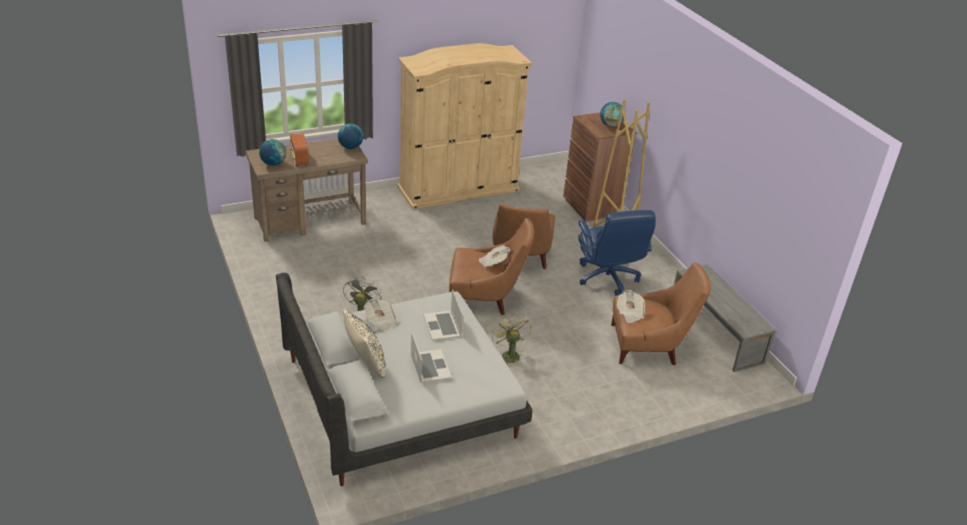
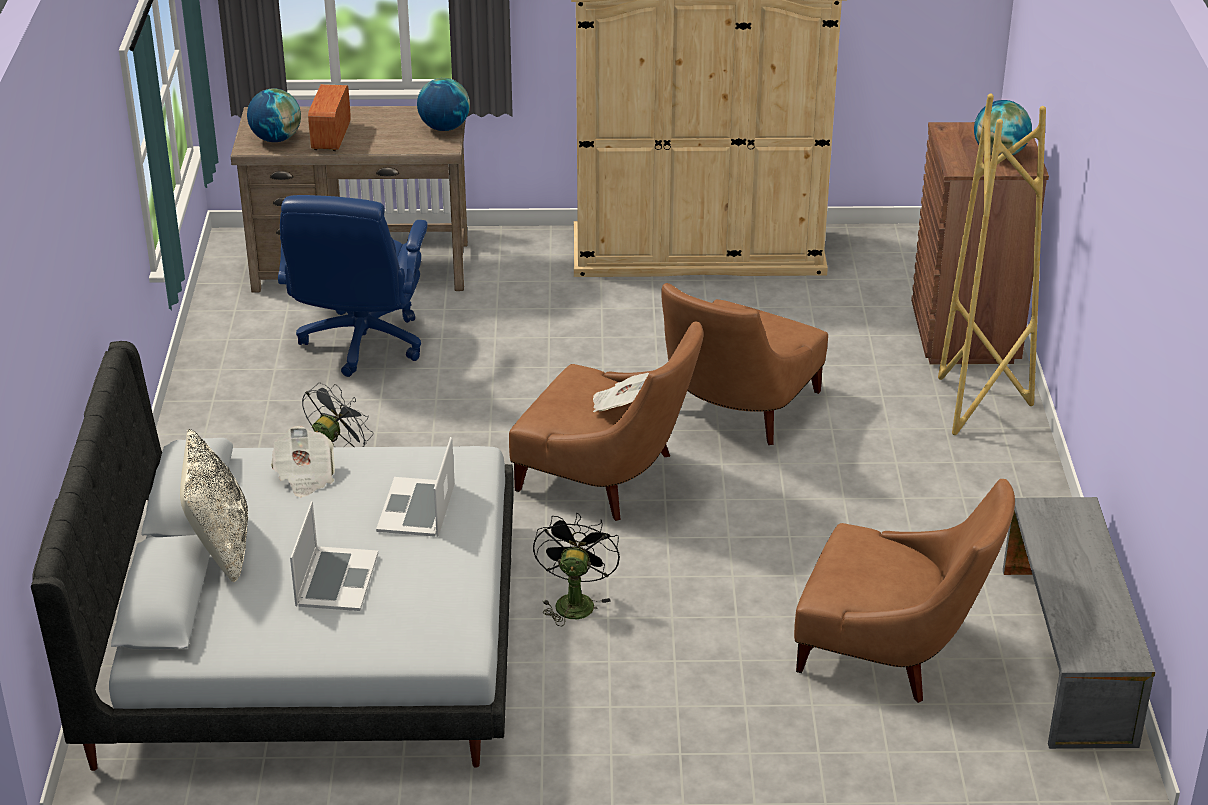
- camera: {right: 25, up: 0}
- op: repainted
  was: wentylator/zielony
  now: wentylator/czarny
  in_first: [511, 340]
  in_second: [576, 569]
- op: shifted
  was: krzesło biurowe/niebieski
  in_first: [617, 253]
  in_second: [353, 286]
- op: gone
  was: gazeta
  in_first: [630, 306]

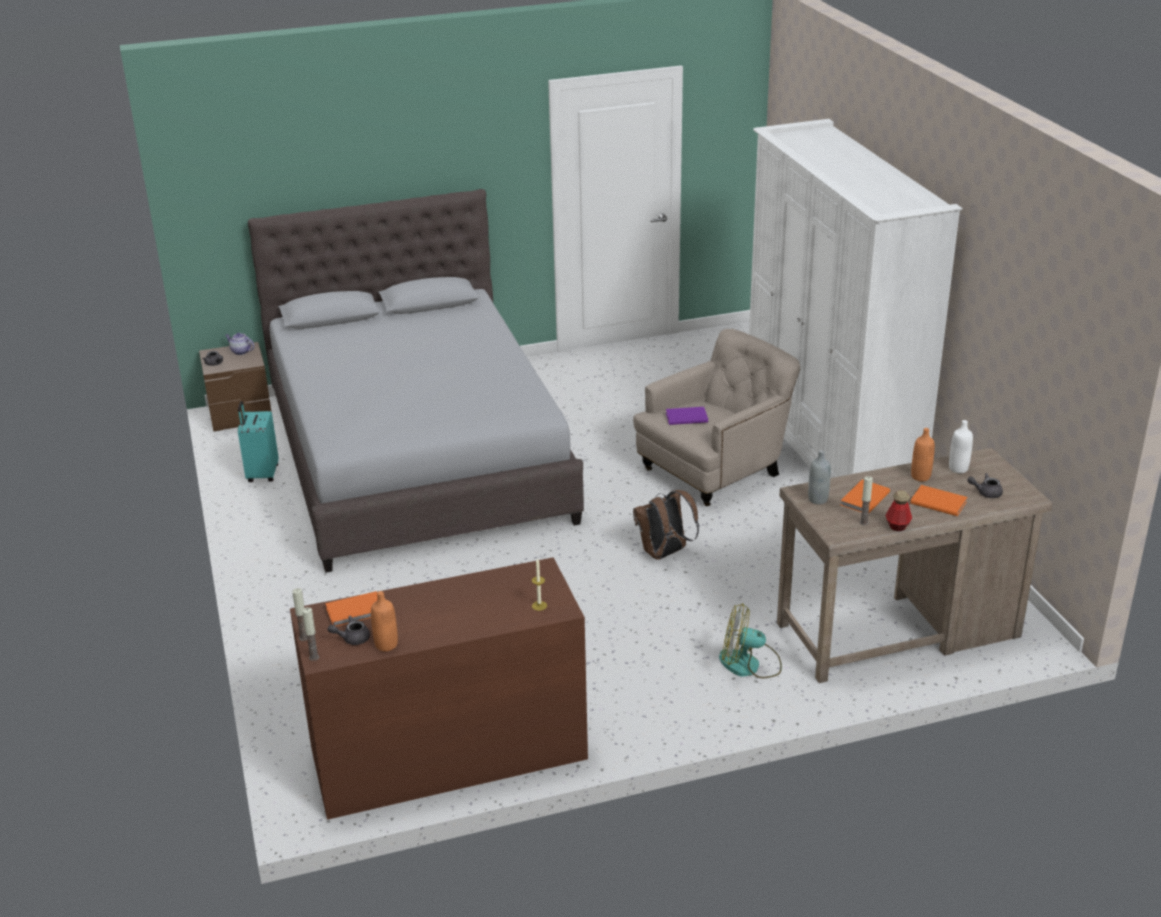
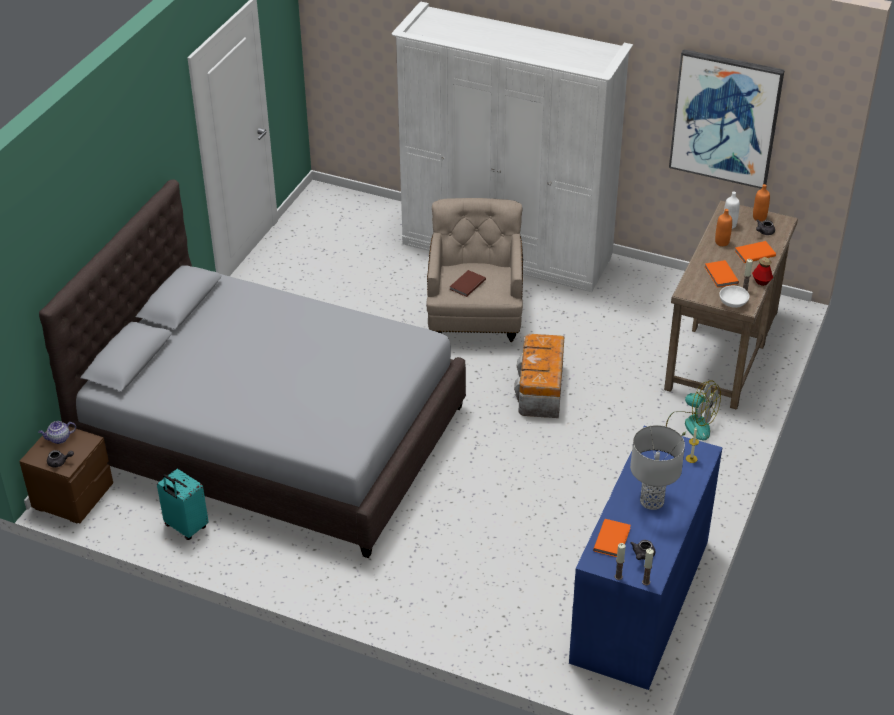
- camera: {right: -50, up: 10}
- op: repainted
  was: komoda/brązowy
  now: komoda/niebieski
  in_first: [439, 688]
  in_second: [646, 558]
- op: shifted
  was: butelka/pomarańczowy
  in_first: [384, 621]
  in_second: [761, 202]
- op: swapped
  was: plecak/brązowy
  now: pojemnik do przechowywania
  in_first: [666, 525]
  in_second: [539, 376]
- op: repainted
  was: książka/fioletowy
  now: książka/brązowy
  in_first: [687, 416]
  in_second: [468, 283]
- op: rotated
  was: wentylator
  in_first: [750, 640]
  in_second: [693, 410]
  clockwise: -105
- op: gone
  was: butelka/szary
  in_first: [819, 477]
- op: new
  now: lampa stołowa/biały
  in_second: [657, 467]
- op: new
  now: obraz
  in_second: [727, 119]
- op: new
  now: miska/biały
  in_second: [734, 297]

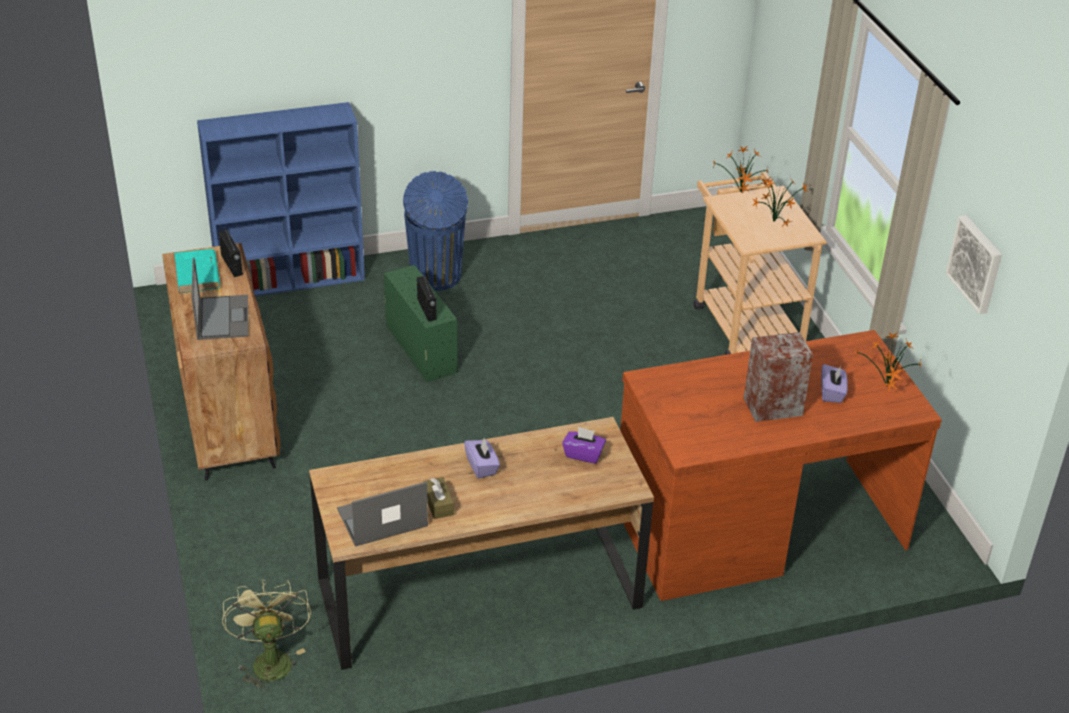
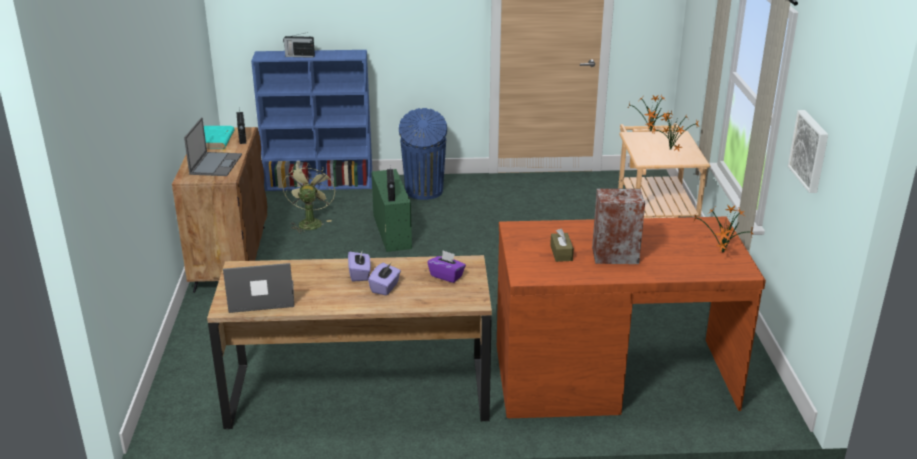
- camera: {right: 15, up: -10}
- op: shifted
  was: wentylator/zielony
  in_first: [266, 636]
  in_second: [309, 199]
- op: shifted
  was: pudełko chusteczek/brązowy
  in_first: [438, 498]
  in_second: [562, 245]
- op: shifted
  was: pudełko chusteczek/fioletowy
  in_first: [834, 383]
  in_second: [384, 279]
- op: new
  now: radio
  in_second: [299, 45]

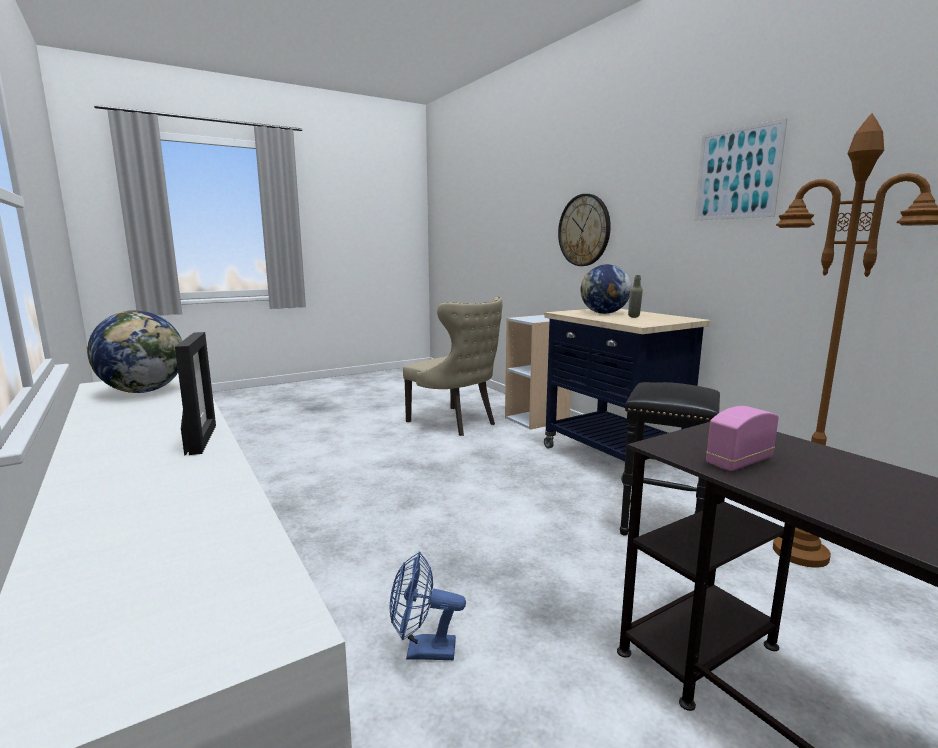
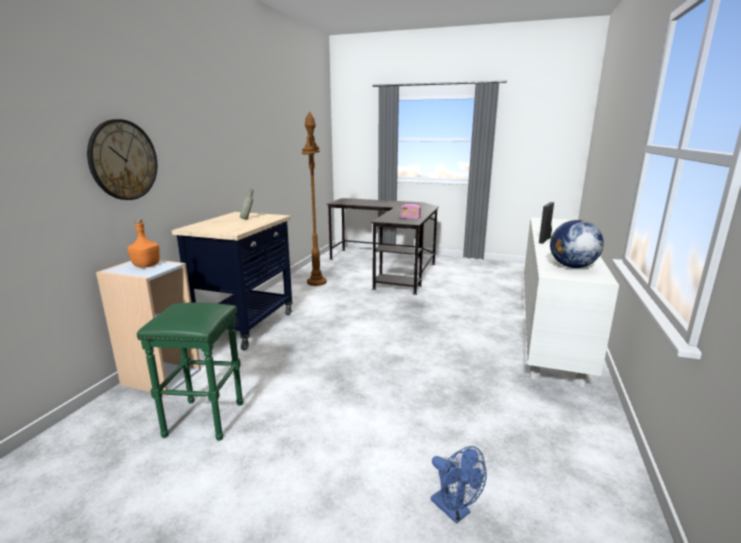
- camera: {right: -130, up: 5}
- op: shifted
  was: wentylator/niebieski
  in_first: [428, 605]
  in_second: [459, 485]
- op: swapped
  was: krzesło/beżowy
  now: stołek/zielony
  in_first: [452, 366]
  in_second: [190, 371]
- op: gone
  was: globus
  in_first: [605, 289]
- op: gone
  was: stołek/czarny
  in_first: [670, 459]
- op: gone
  was: obraz
  in_first: [741, 169]
- op: new
  now: butelka/pomarańczowy
  in_second: [143, 243]

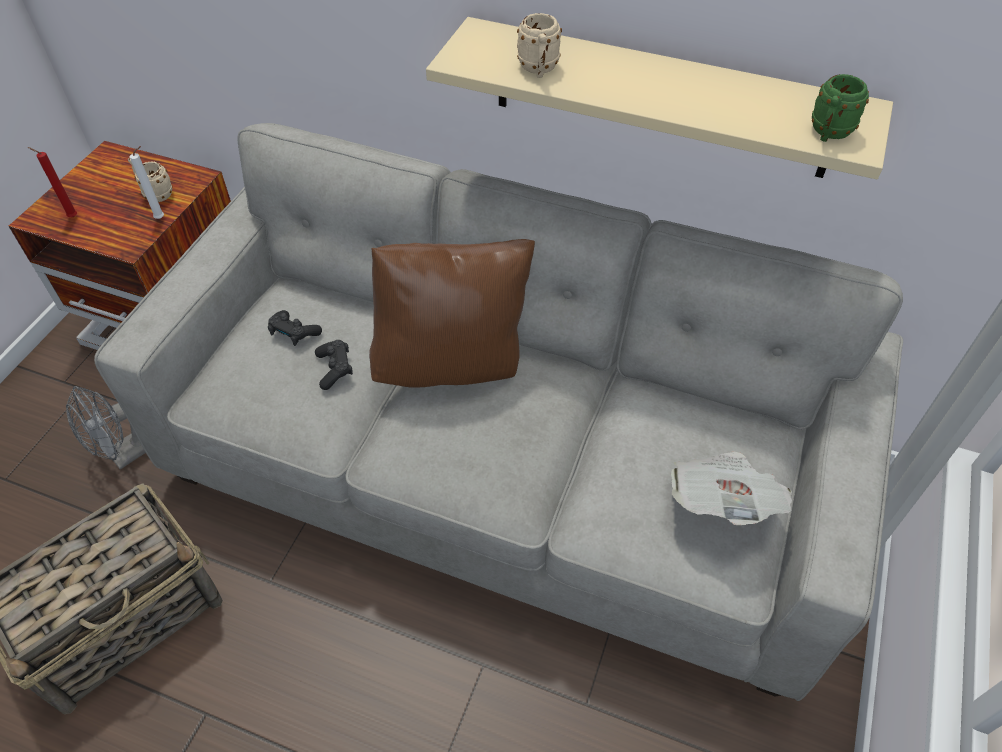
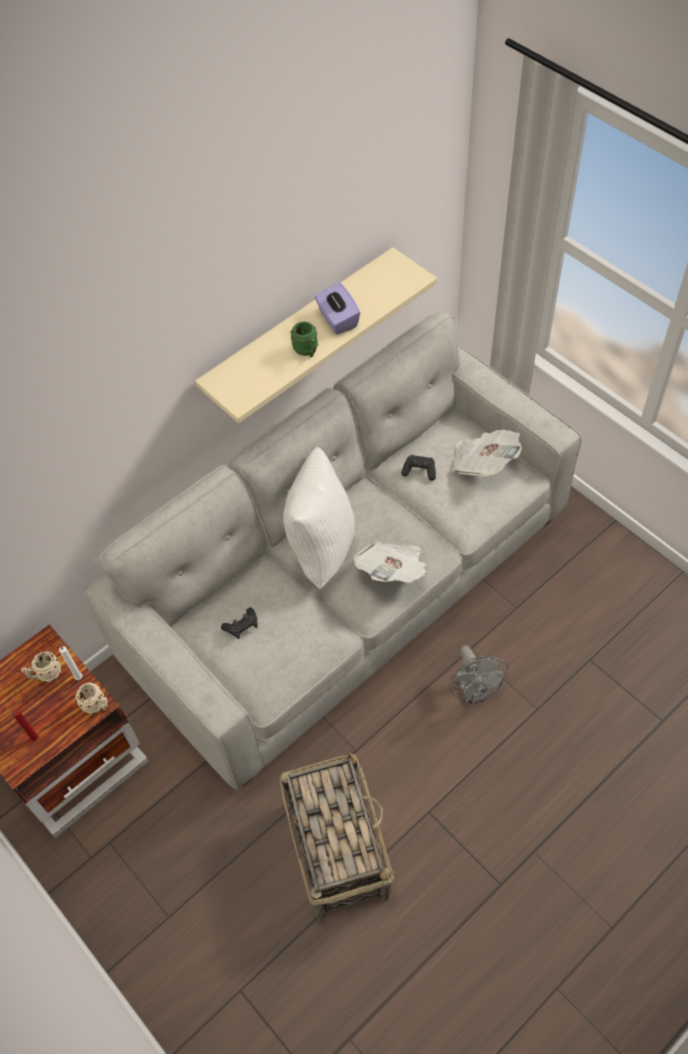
- camera: {right: -60, up: 5}
- op: shifted
  was: wentylator/szary
  in_first: [106, 427]
  in_second: [478, 675]
- op: shifted
  was: pad do gier/czarny
  in_first: [334, 365]
  in_second: [418, 468]
- op: repainted
  was: poduszka/brązowy
  now: poduszka/biały
  in_first: [452, 313]
  in_second: [319, 518]
- op: shifted
  was: kubek/beżowy
  in_first: [539, 45]
  in_second: [92, 698]
- op: shifted
  was: kubek/zielony
  in_first: [840, 108]
  in_second: [304, 339]
- op: new
  now: pudełko chusteczek/fioletowy
  in_second: [337, 308]
- op: new
  now: gazeta
  in_second: [390, 562]

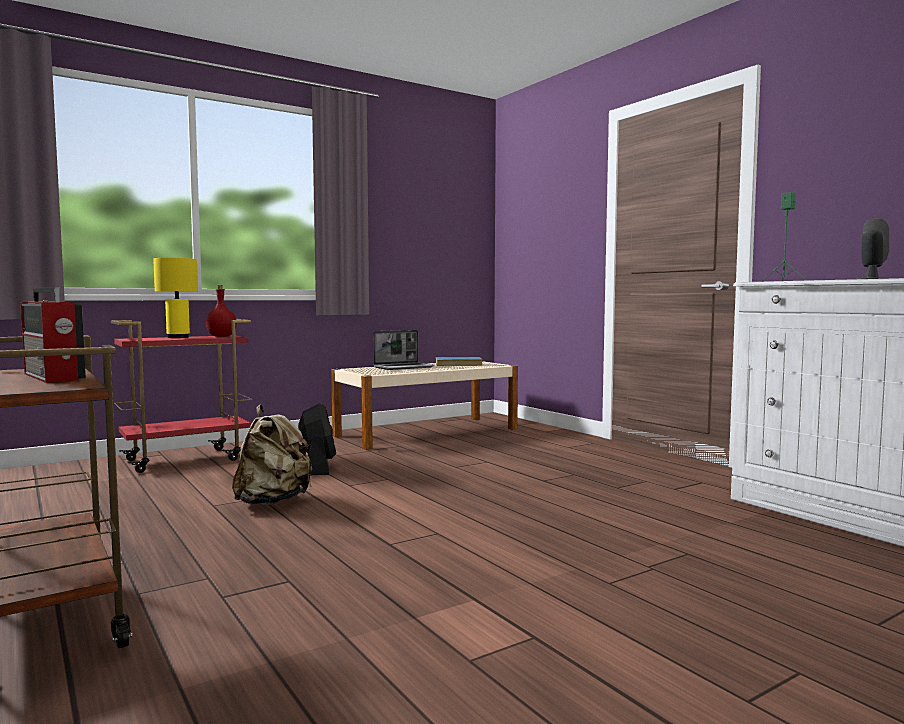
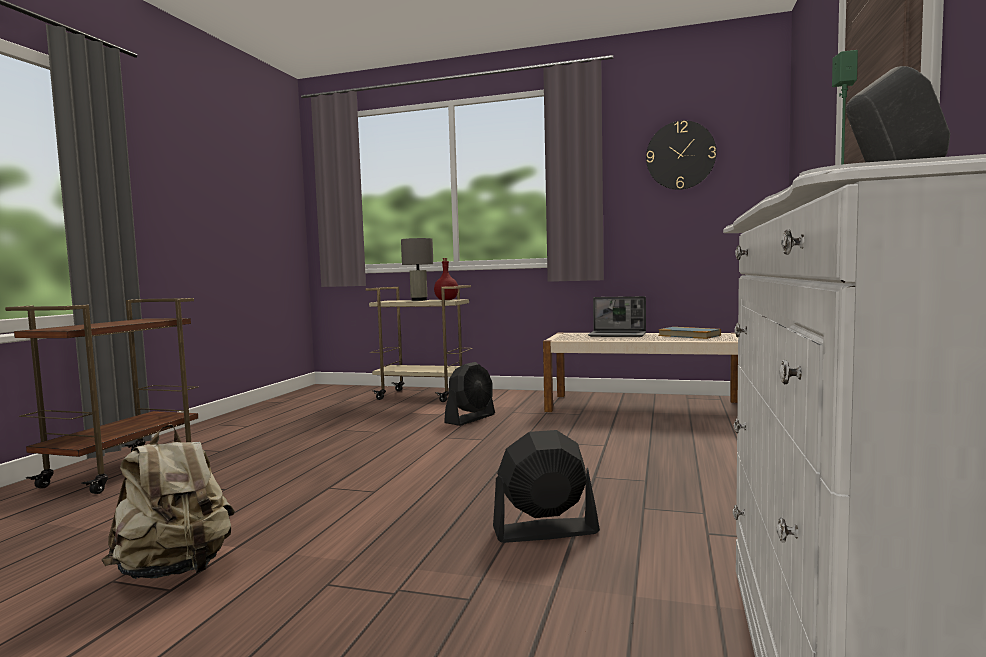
- camera: {right: 50, up: 0}
- op: gone
  was: radio
  in_first: [53, 335]
- op: repainted
  was: wózek/czerwony
  now: wózek/beżowy
  in_first: [182, 396]
  in_second: [419, 343]
- op: repainted
  was: lampa stołowa/żółty
  now: lampa stołowa/szary
  in_first: [176, 298]
  in_second: [417, 269]
- op: shifted
  was: plecak/beżowy
  in_first: [272, 455]
  in_second: [168, 501]
- op: new
  now: wentylator/czarny
  in_second: [546, 486]
- op: new
  now: zegar ścienny
  in_second: [681, 155]

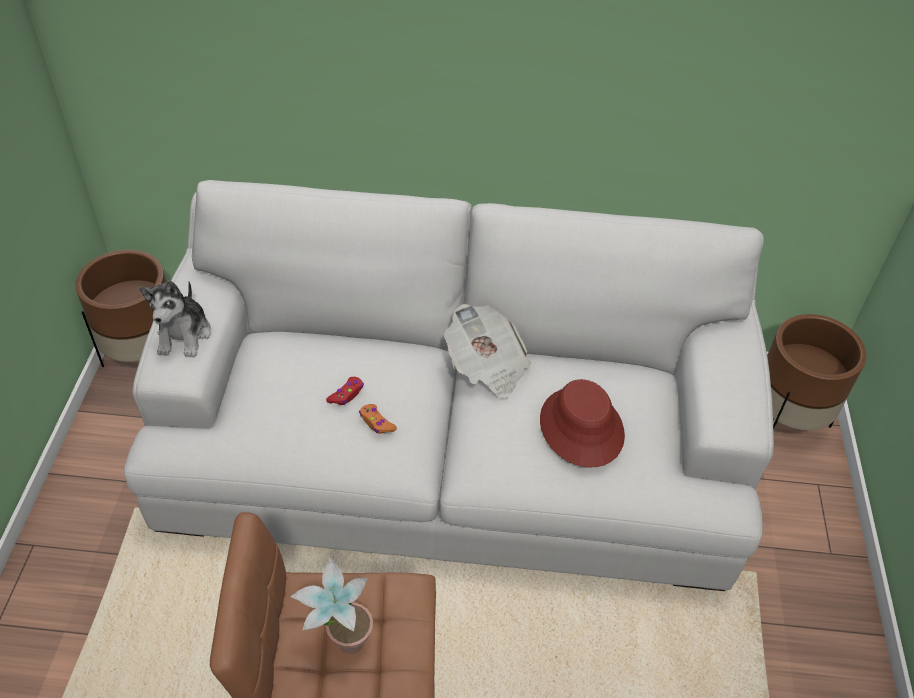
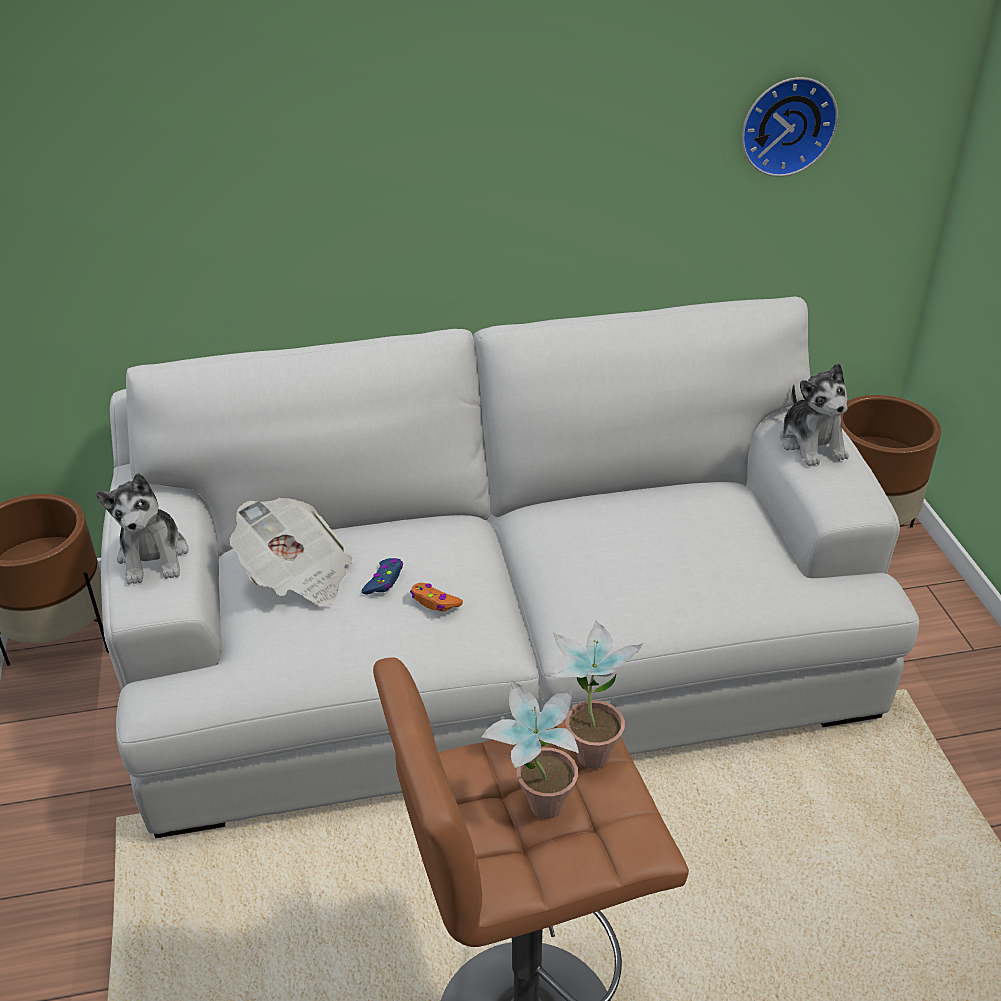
- camera: {right: -15, up: -10}
- op: repainted
  was: pad do gier/czerwony
  now: pad do gier/niebieski
  in_first: [345, 391]
  in_second: [382, 576]
- op: shifted
  was: gazeta
  in_first: [487, 351]
  in_second: [291, 552]
- op: gone
  was: kapelusz/czerwony
  in_first: [582, 423]
- op: new
  now: roślina doniczkowa
  in_second: [596, 694]
- op: new
  now: zegar ścienny
  in_second: [790, 127]
- op: new
  now: pluszak
  in_second: [814, 414]

